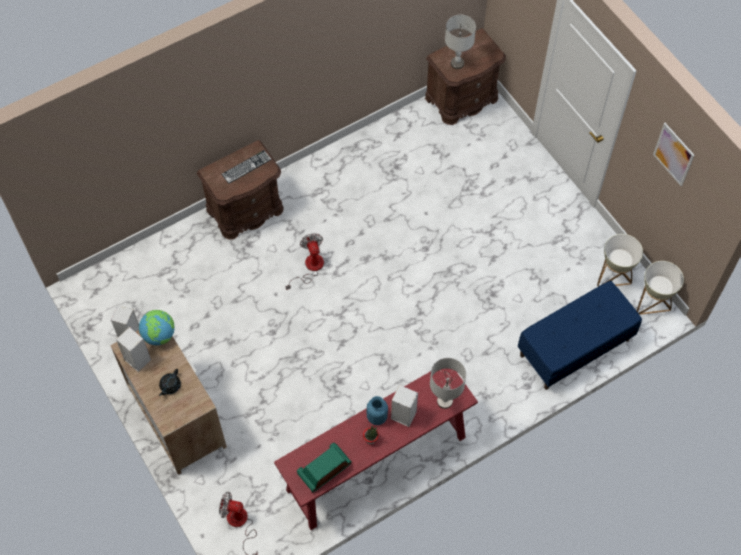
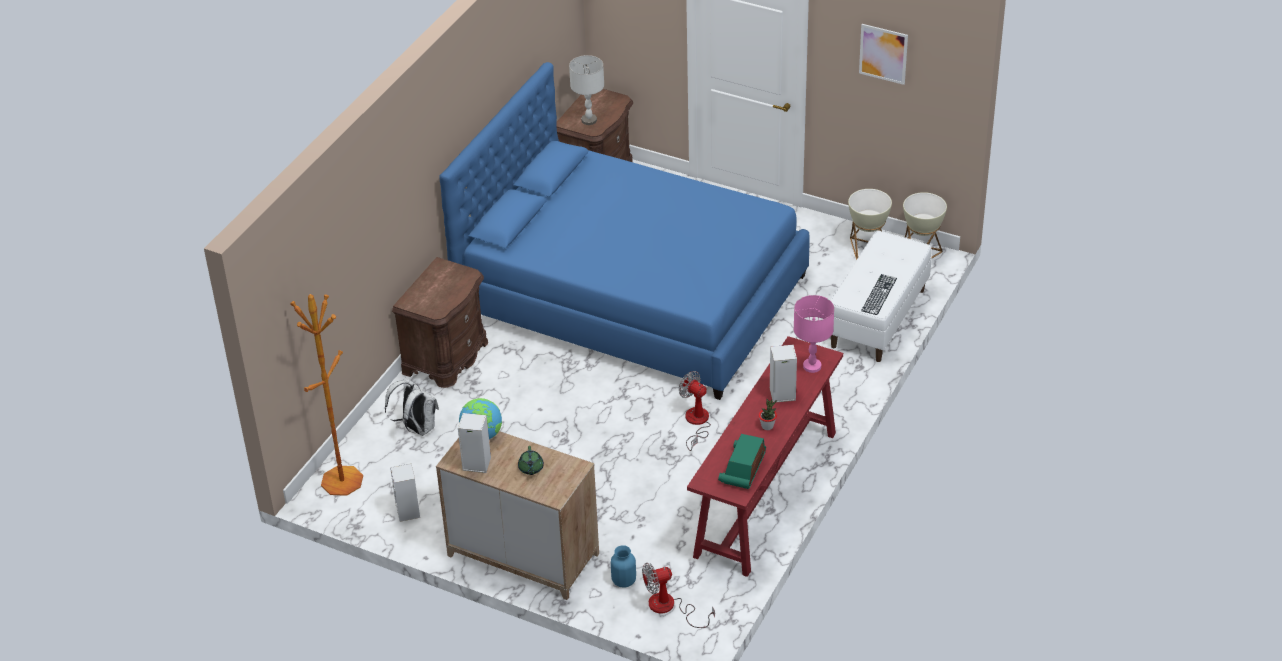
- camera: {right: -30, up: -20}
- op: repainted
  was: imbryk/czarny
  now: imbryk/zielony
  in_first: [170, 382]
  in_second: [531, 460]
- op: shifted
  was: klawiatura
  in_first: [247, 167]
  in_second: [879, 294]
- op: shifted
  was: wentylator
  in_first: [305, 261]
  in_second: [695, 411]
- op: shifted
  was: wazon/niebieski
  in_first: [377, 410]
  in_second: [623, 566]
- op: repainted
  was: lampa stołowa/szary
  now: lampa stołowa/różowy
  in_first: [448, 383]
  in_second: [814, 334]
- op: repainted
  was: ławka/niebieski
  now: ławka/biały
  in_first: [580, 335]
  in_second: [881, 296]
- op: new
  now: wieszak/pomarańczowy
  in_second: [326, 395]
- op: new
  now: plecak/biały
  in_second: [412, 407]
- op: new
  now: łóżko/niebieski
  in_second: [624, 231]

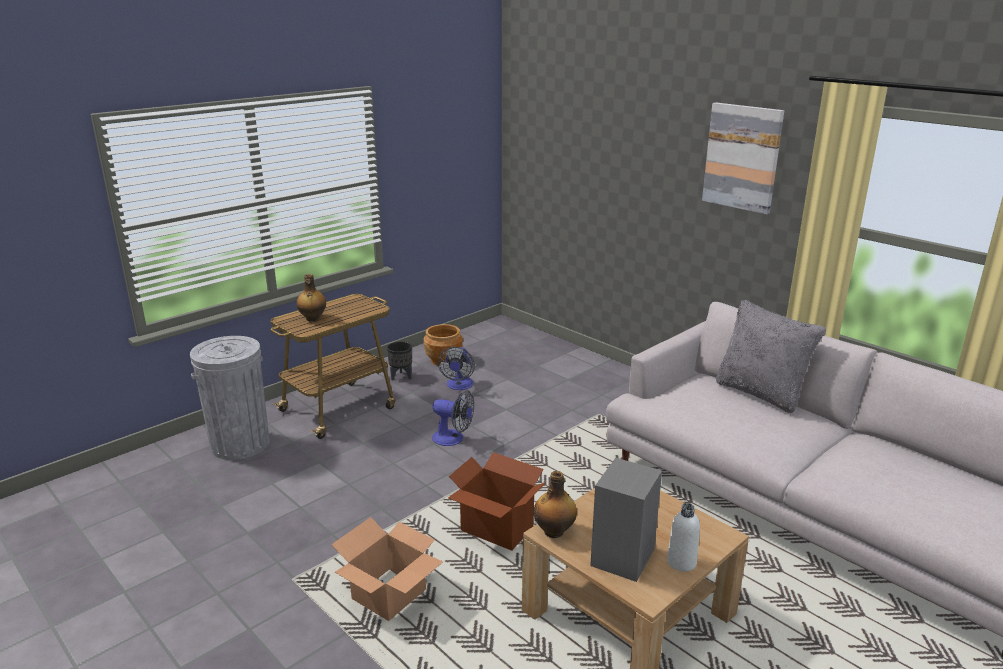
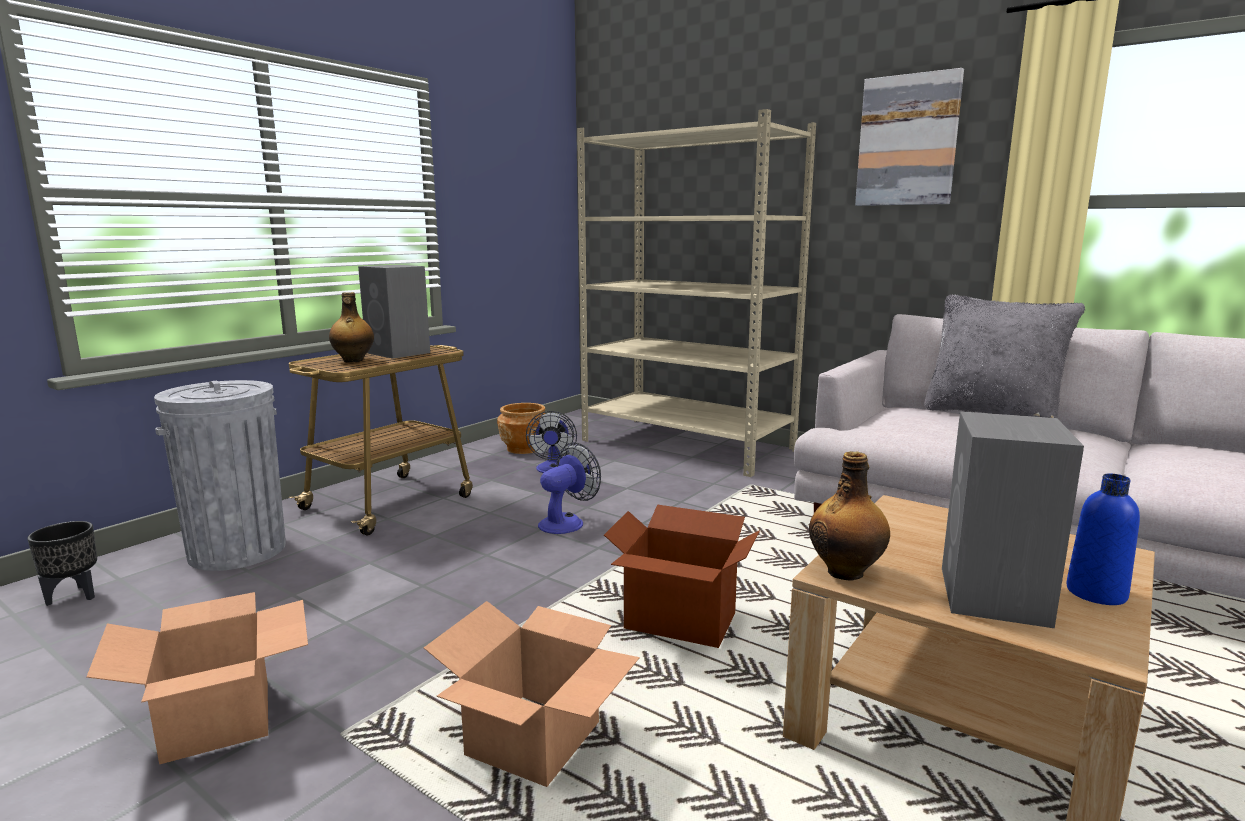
- camera: {right: -10, up: -10}
- op: shifted
  was: donica/czarny
  in_first: [399, 361]
  in_second: [62, 563]
- op: rotated
  was: wentylator
  in_first: [453, 418]
  in_second: [569, 488]
  clockwise: -60
- op: repainted
  was: butelka/biały
  now: butelka/niebieski
  in_first: [683, 537]
  in_second: [1103, 539]
- op: new
  now: karton
  in_second: [197, 678]
- op: new
  now: głośnik/szary
  in_second: [394, 312]
- op: new
  now: regał/beżowy
  in_second: [696, 293]

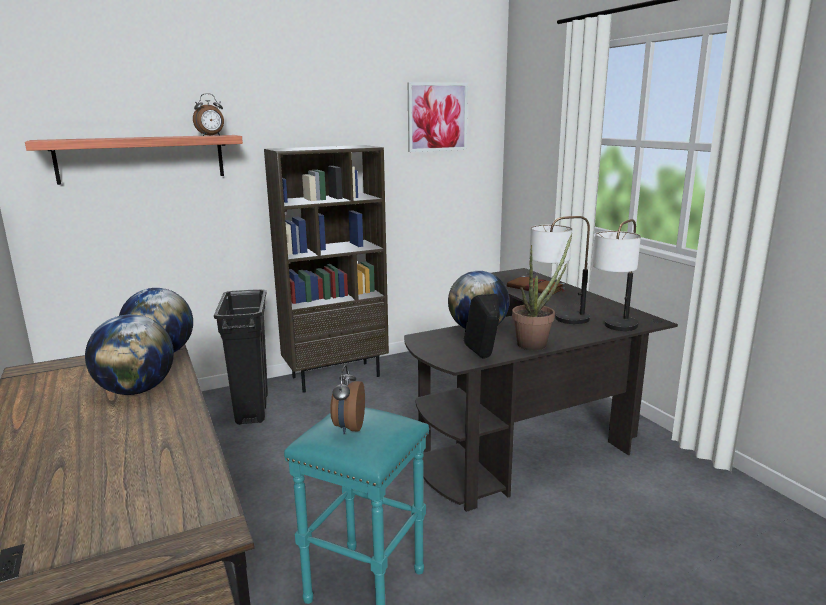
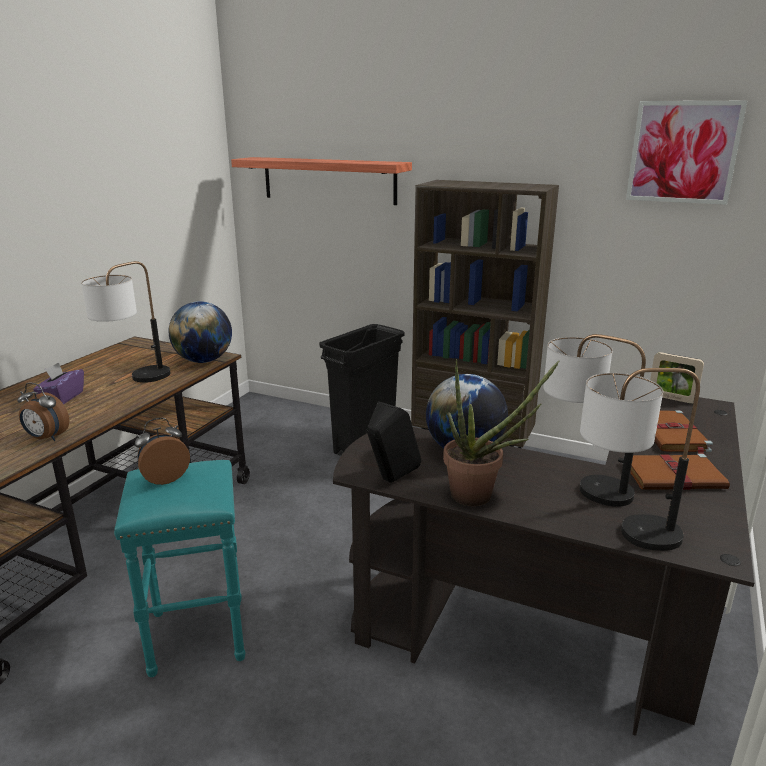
- camera: {right: 50, up: 5}
- op: swapped
  was: globus
  now: lampa stołowa
  in_first: [129, 354]
  in_second: [125, 322]
- op: shifted
  was: budzik
  in_first: [208, 114]
  in_second: [43, 412]
- op: new
  now: pudełko chusteczek/fioletowy
  in_second: [58, 383]
- op: new
  now: książka/brązowy
  in_second: [677, 472]
- op: new
  now: ramka na zdjęcie
  in_second: [677, 378]

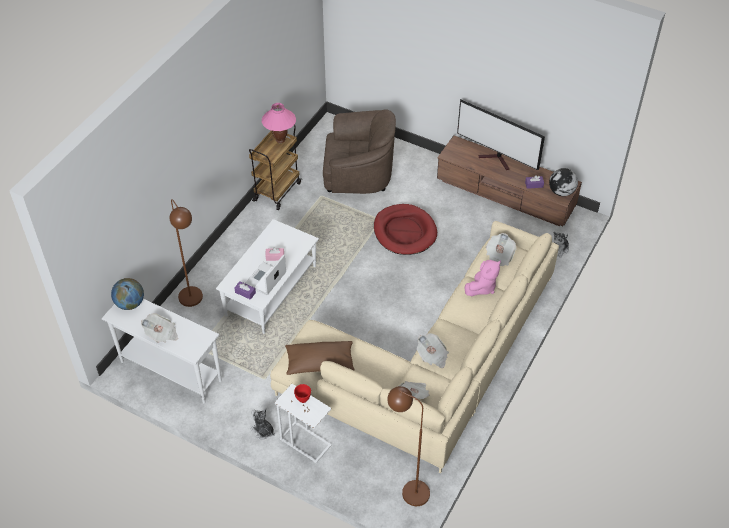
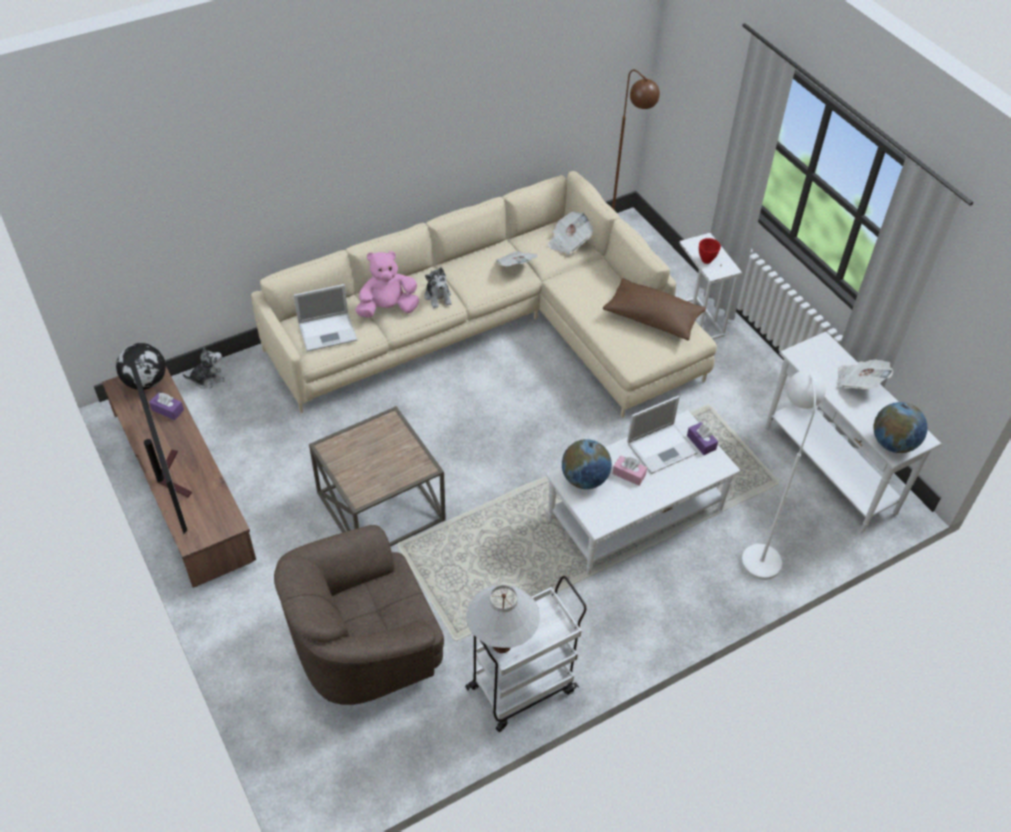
- camera: {right: -150, up: 0}
- op: repainted
  was: lampa stojąca/brązowy
  now: lampa stojąca/biały
  in_first: [186, 253]
  in_second: [783, 475]
- op: repainted
  was: wózek/brązowy
  now: wózek/biały
  in_first: [275, 167]
  in_second: [525, 654]
- op: shifted
  was: pluszak
  in_first: [263, 424]
  in_second: [438, 287]
- op: repainted
  was: lampa stołowa/różowy
  now: lampa stołowa/biały
  in_first: [279, 123]
  in_second: [503, 619]
- op: rotated
  was: fotel/brązowy
  in_first: [359, 151]
  in_second: [359, 615]
  clockwise: -60
- op: swapped
  was: legowisko/czerwony
  now: stolik/brązowy
  in_first: [405, 229]
  in_second: [377, 476]
- op: swapped
  was: gazeta
  now: laptop
  in_first: [501, 249]
  in_second: [325, 318]
- op: new
  now: globus
  in_second: [587, 464]

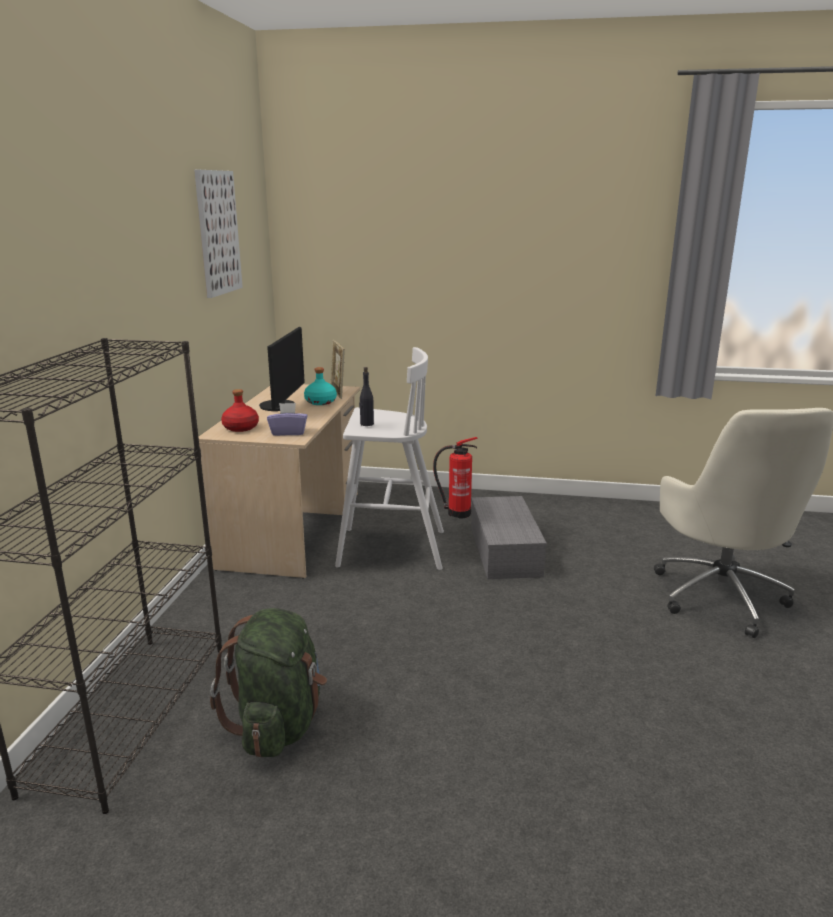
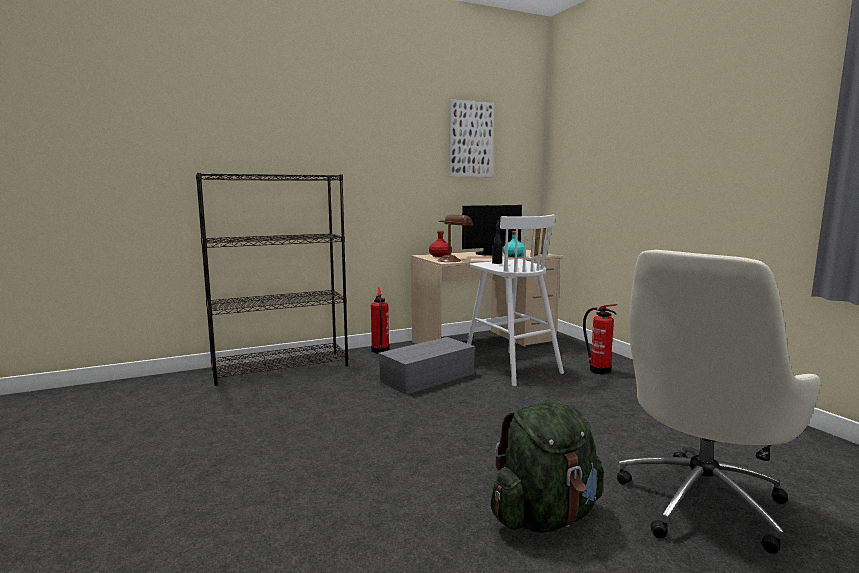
- camera: {right: 55, up: -10}
- op: shifted
  was: plecak/zielony
  in_first: [268, 683]
  in_second: [546, 467]
- op: swapped
  was: pudełko chusteczek/fioletowy
  now: lampa stołowa/brązowy
  in_first: [287, 419]
  in_second: [455, 238]
- op: shifted
  was: pojemnik do przechowywania/szary
  in_first: [509, 537]
  in_second: [426, 366]
- op: new
  now: gaśnica
  in_second: [380, 320]

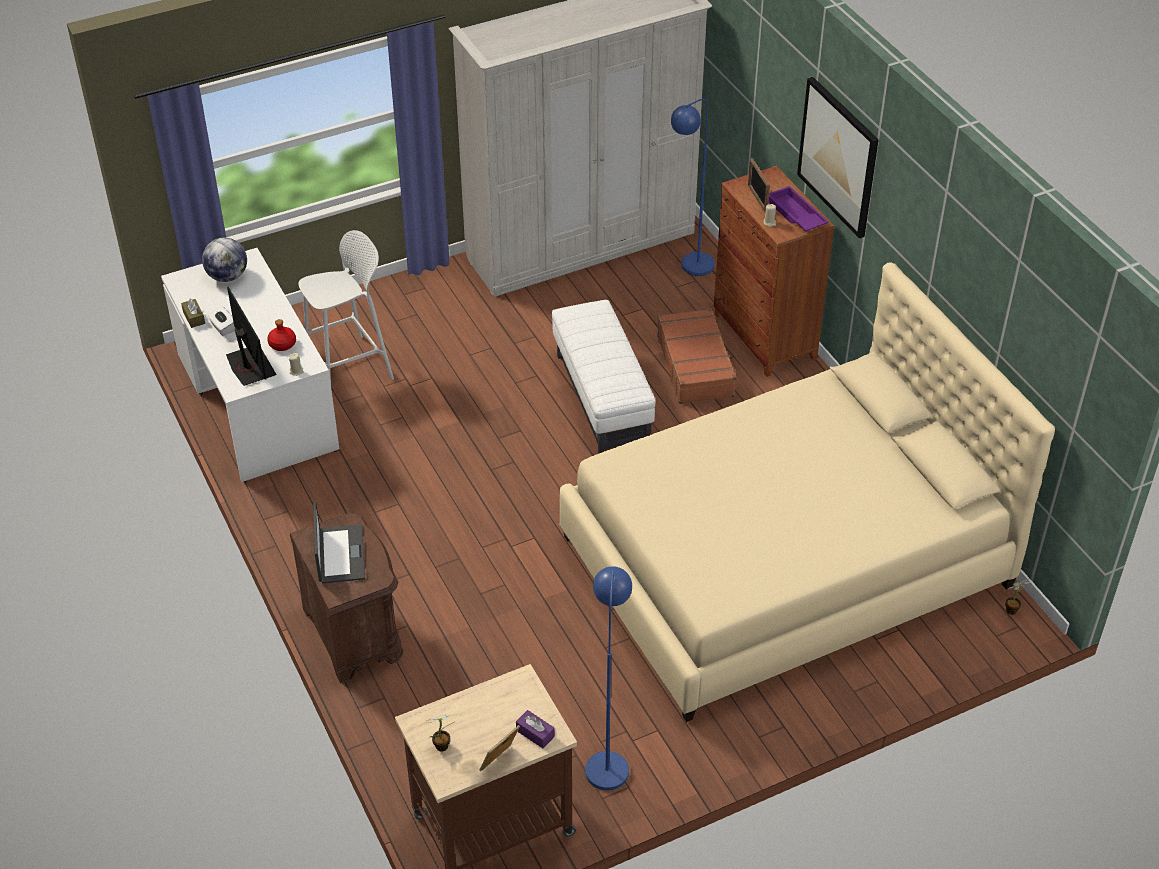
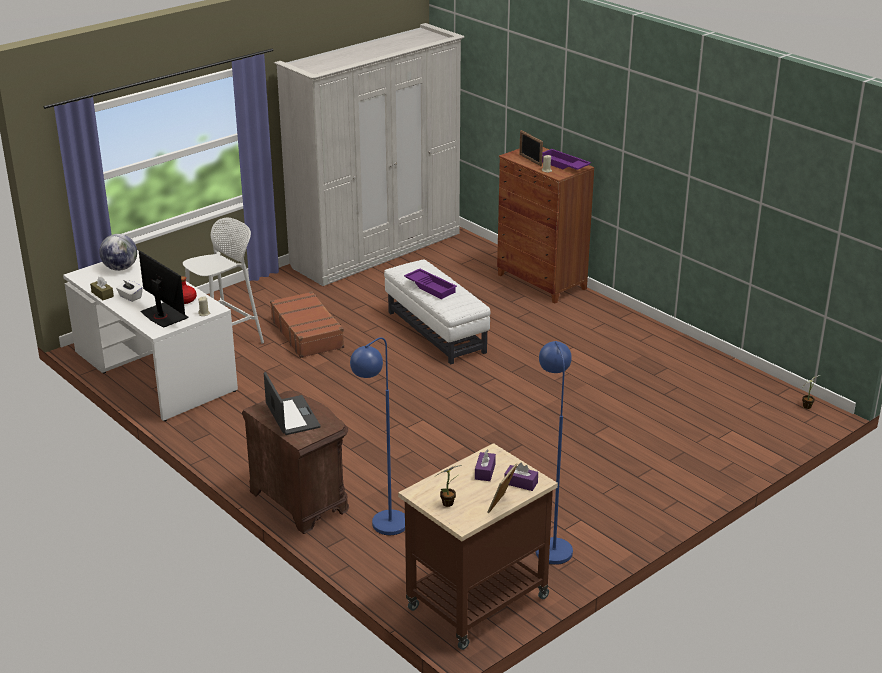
- camera: {right: -15, up: -15}
- op: gone
  was: łóżko/beżowy
  in_first: [807, 492]
- op: shifted
  was: walizka/brązowy
  in_first: [697, 356]
  in_second: [307, 324]
- op: shifted
  was: lampa stojąca/niebieski
  in_first: [693, 187]
  in_second: [377, 436]
- op: gone
  was: obraz
  in_first: [838, 157]
- op: new
  now: taca/fioletowy
  in_second: [430, 284]
- op: new
  now: pudełko chusteczek/fioletowy
  in_second: [485, 465]

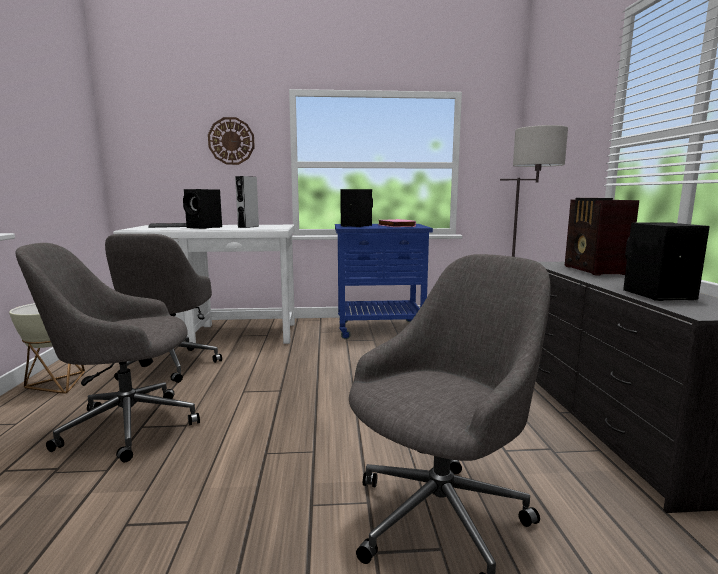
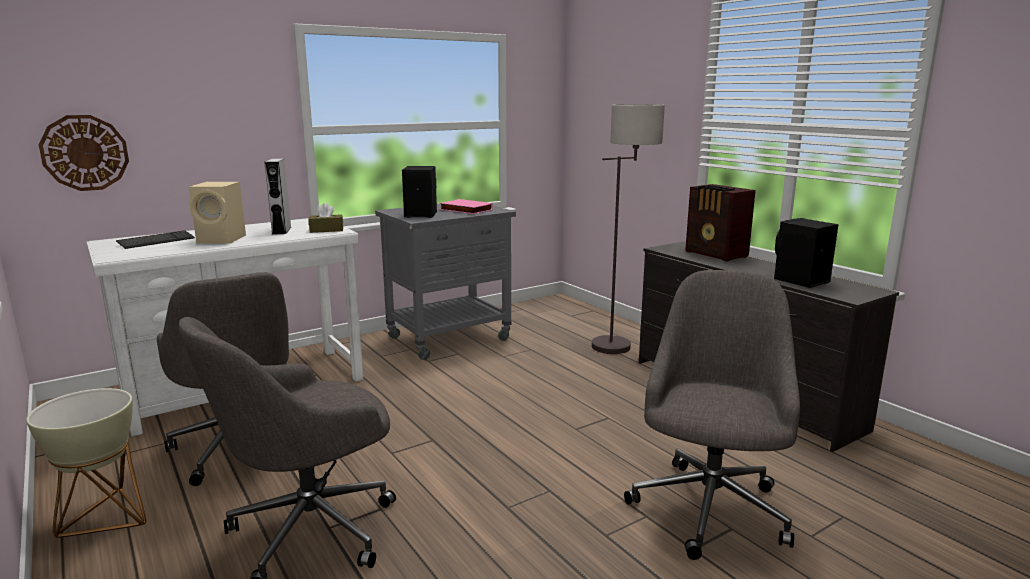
- camera: {right: -30, up: 5}
- op: repainted
  was: głośnik/czarny
  now: głośnik/beżowy
  in_first: [202, 209]
  in_second: [217, 213]
- op: shifted
  was: zegar ścienny
  in_first: [231, 141]
  in_second: [84, 153]
- op: repainted
  was: wózek/niebieski
  now: wózek/szary
  in_first: [384, 281]
  in_second: [445, 280]
- op: new
  now: pudełko chusteczek/brązowy
  in_second: [326, 218]

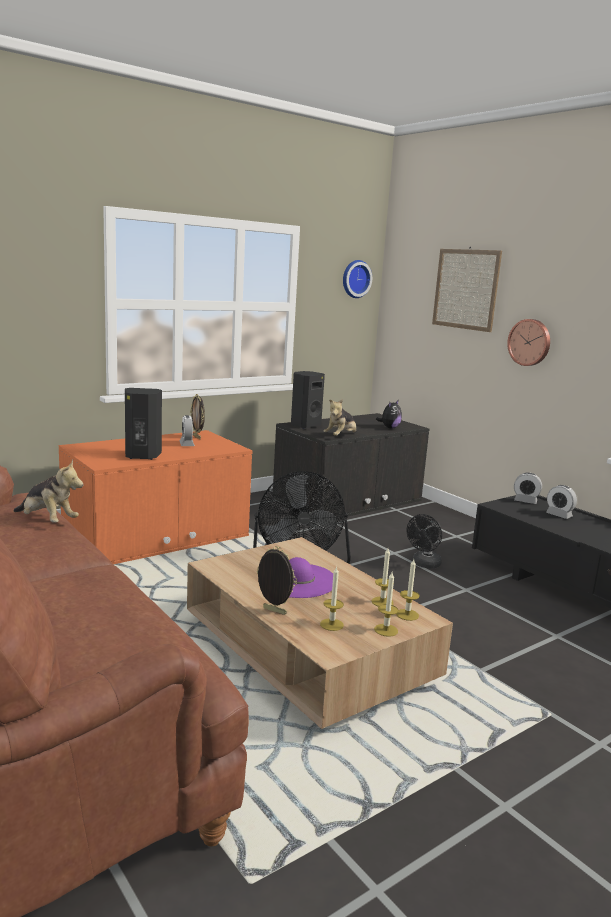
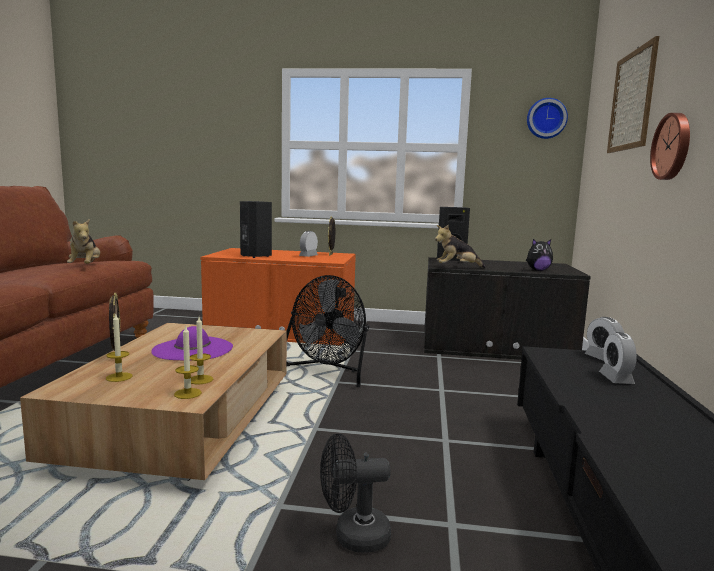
- camera: {right: 45, up: -5}
- op: gone
  was: świeca
  in_first: [386, 604]
- op: shifted
  was: wentylator/czarny
  in_first: [424, 541]
  in_second: [355, 493]

